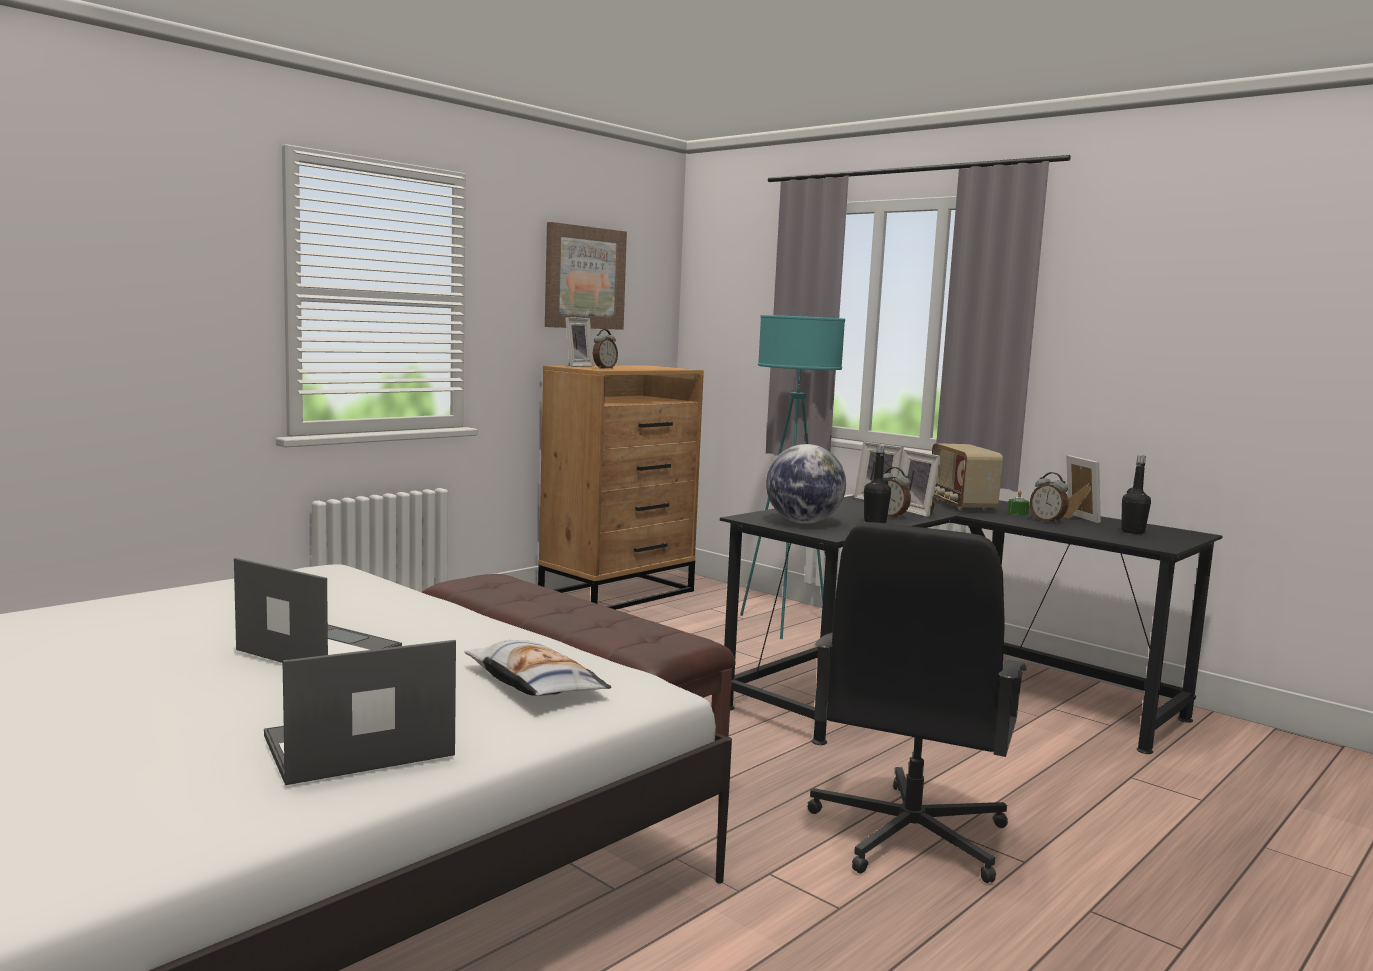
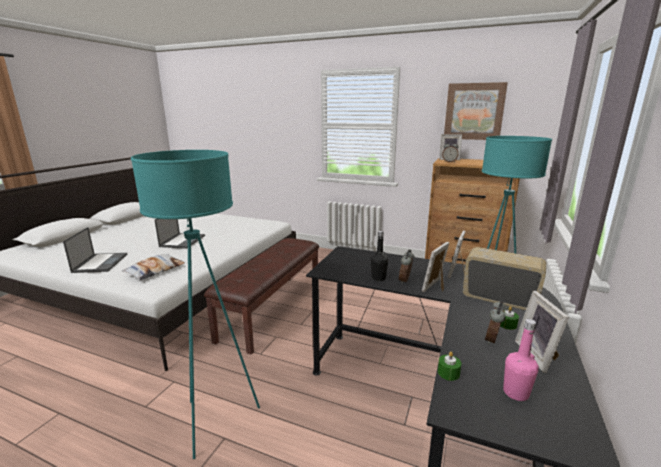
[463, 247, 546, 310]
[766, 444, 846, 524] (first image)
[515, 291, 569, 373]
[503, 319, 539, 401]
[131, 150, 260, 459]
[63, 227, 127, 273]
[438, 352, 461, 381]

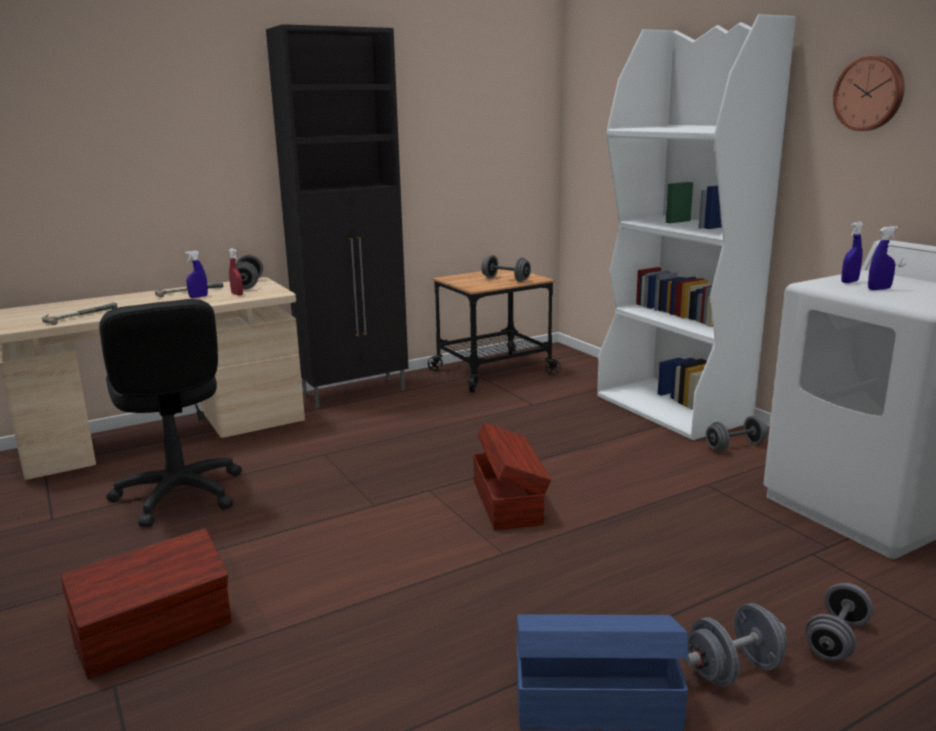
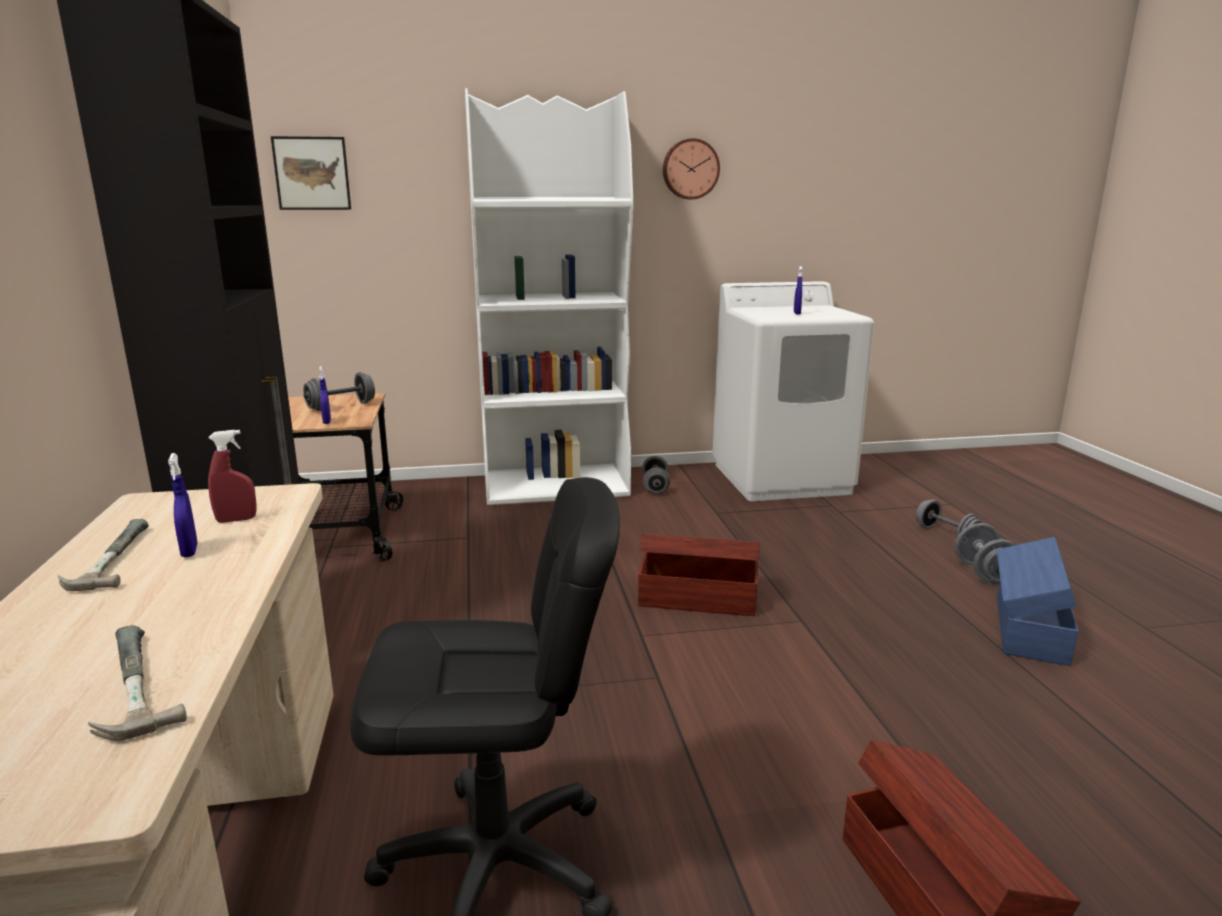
[319, 366, 331, 424]
[236, 255, 263, 289] (first image)
[271, 136, 351, 210]

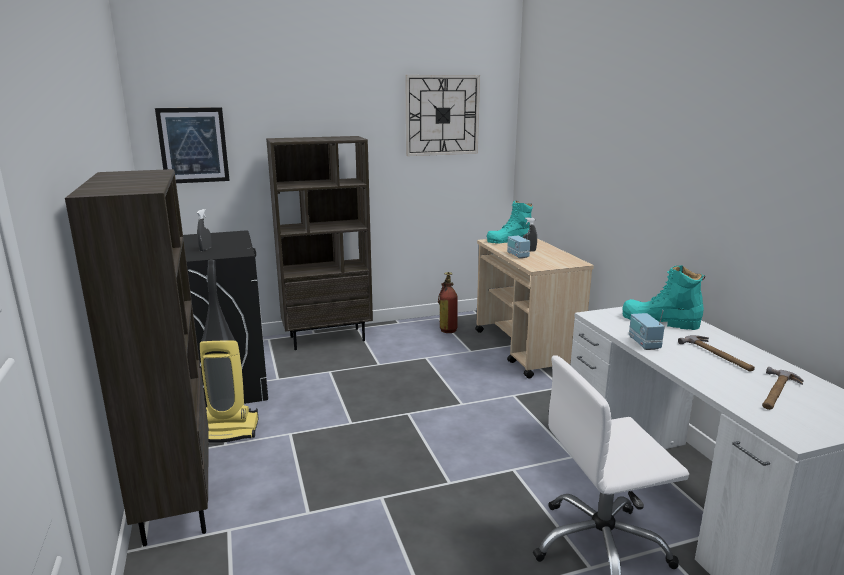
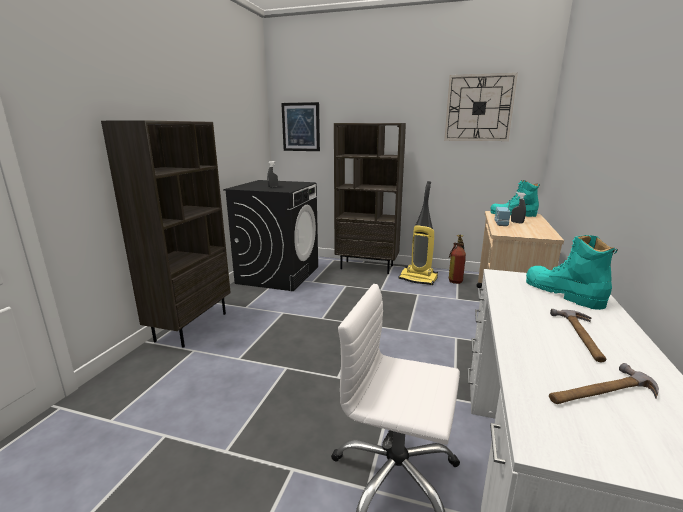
[398, 181, 438, 285]
[629, 310, 665, 350] (first image)

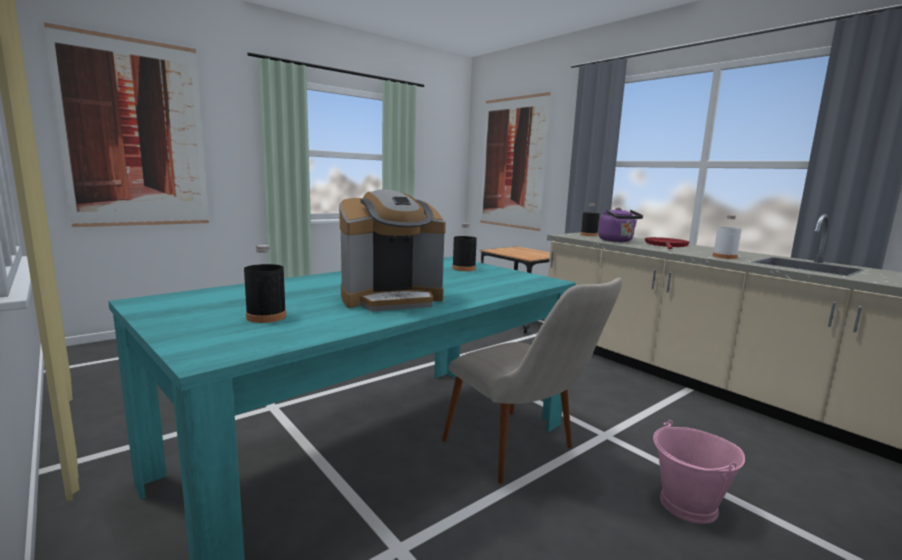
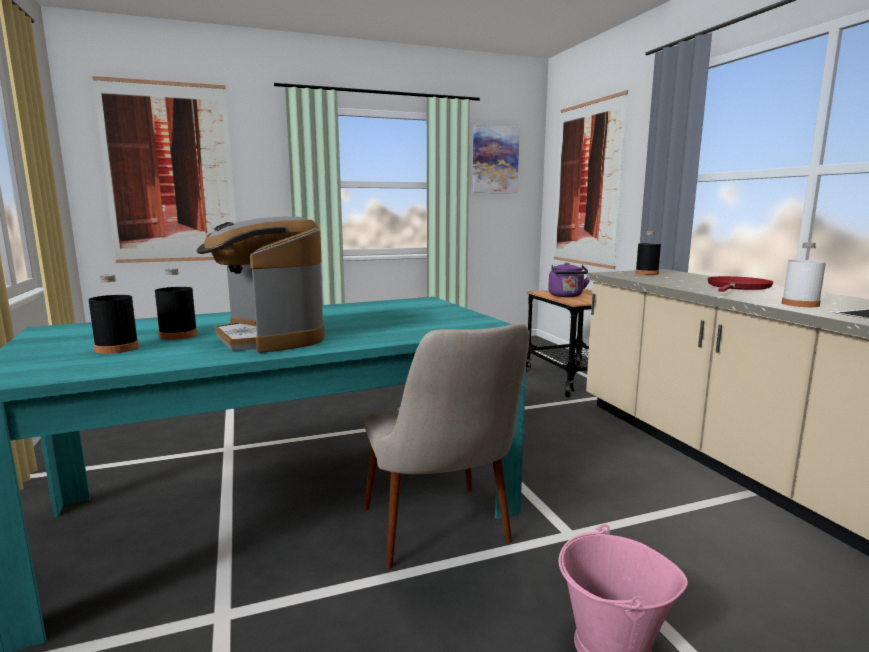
[196, 216, 325, 353]
[548, 262, 590, 297]
[155, 268, 198, 340]
[473, 125, 520, 193]

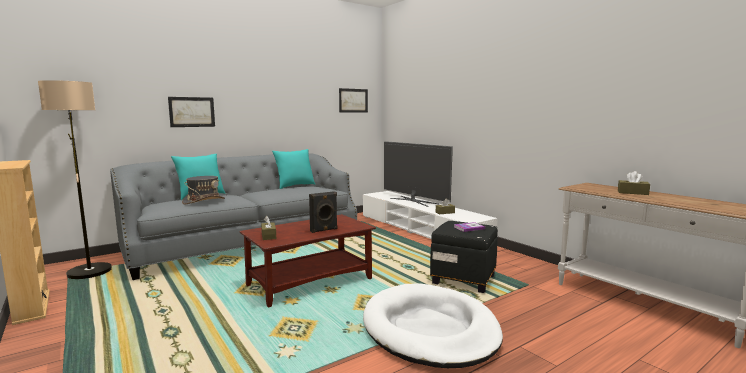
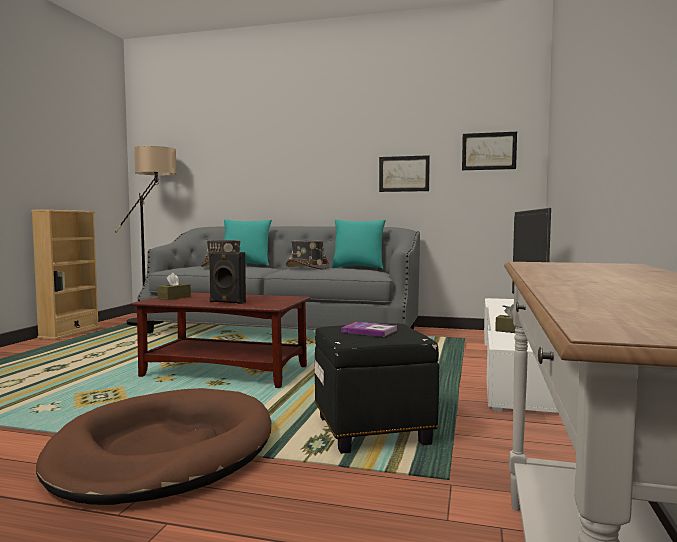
[379, 155, 430, 192]
[618, 171, 650, 195] (first image)
[36, 388, 271, 505]
[286, 240, 329, 269]

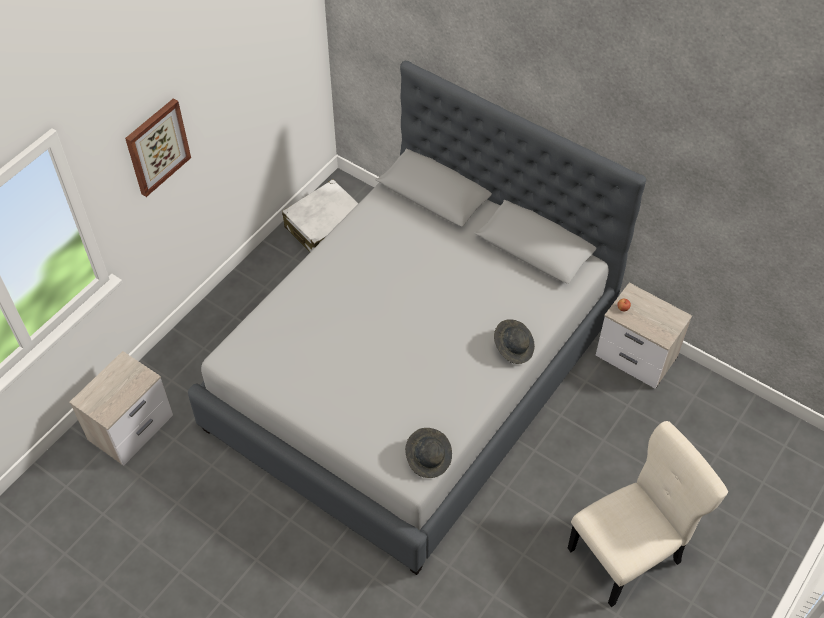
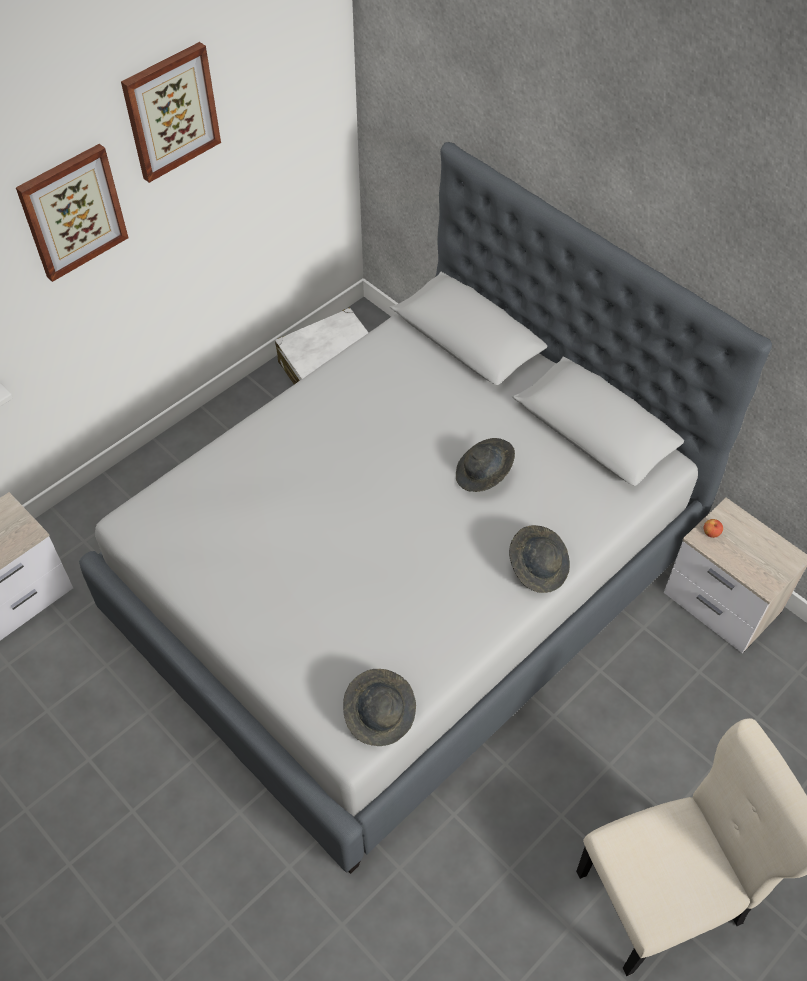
[121, 42, 221, 183]
[456, 438, 515, 492]

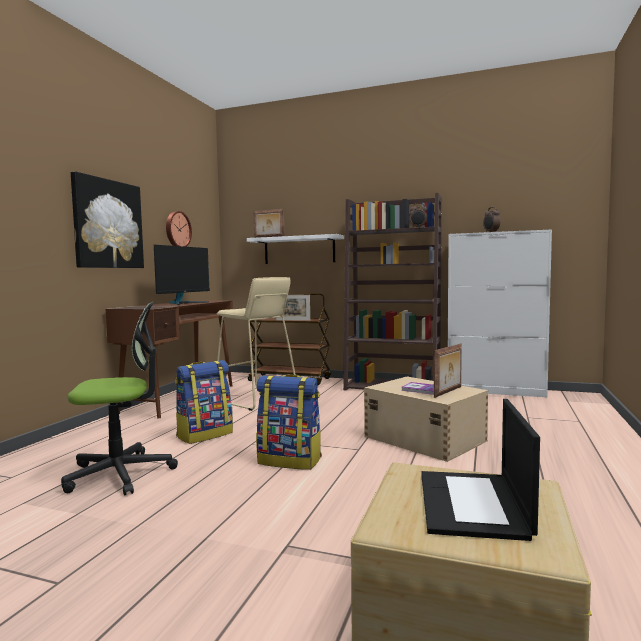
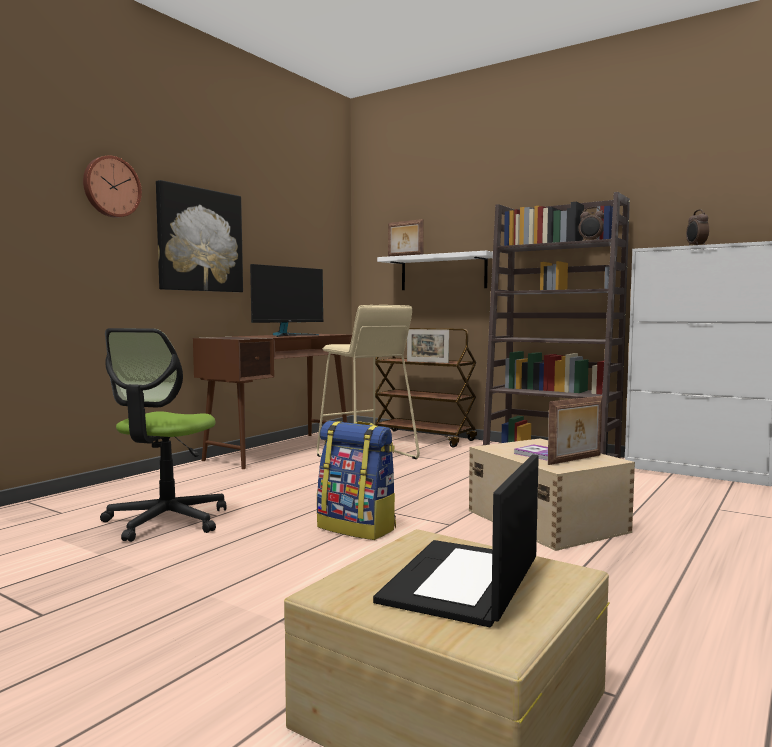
[83, 156, 142, 218]
[100, 328, 227, 542]
[175, 360, 233, 444] (first image)

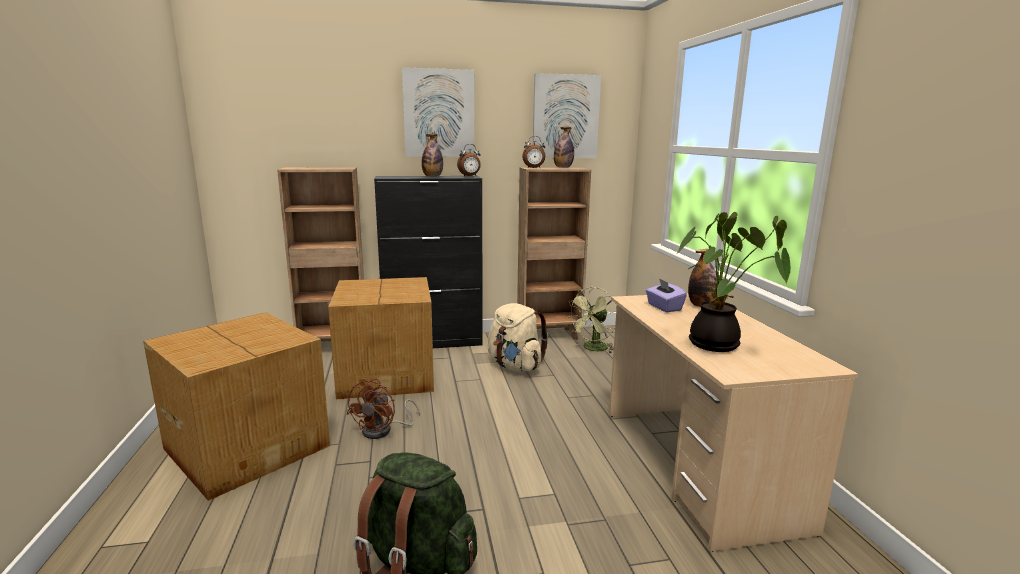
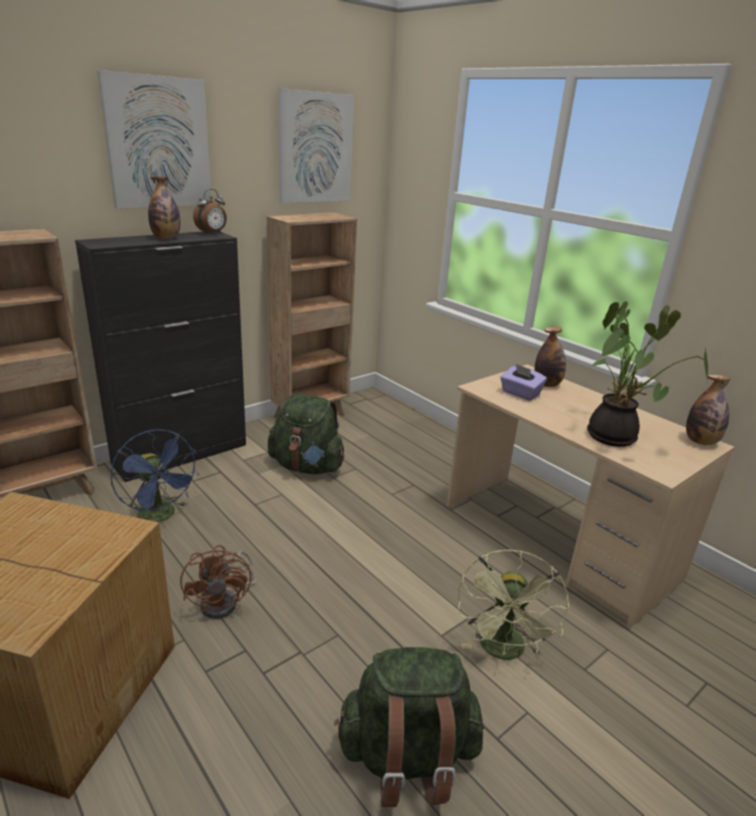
[686, 375, 730, 445]
[522, 136, 545, 168] (first image)
[110, 429, 200, 522]
[458, 550, 569, 660]
[268, 393, 345, 475]

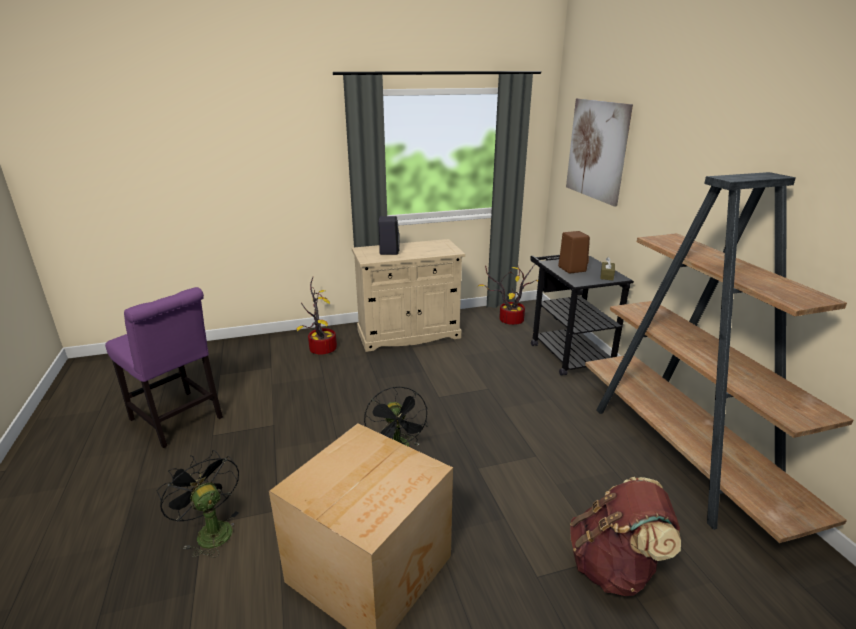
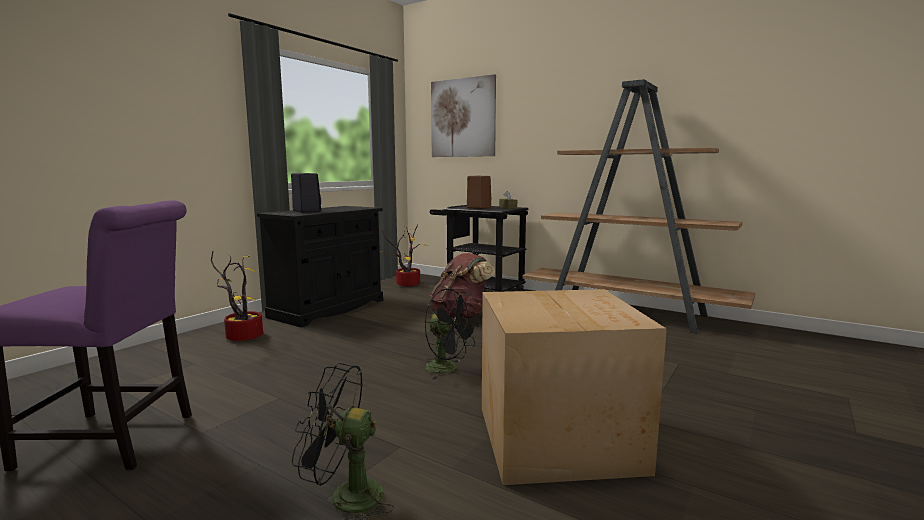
[257, 206, 383, 327]
[430, 253, 495, 319]

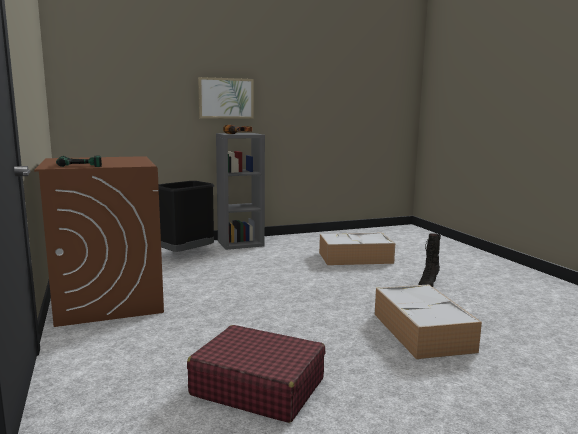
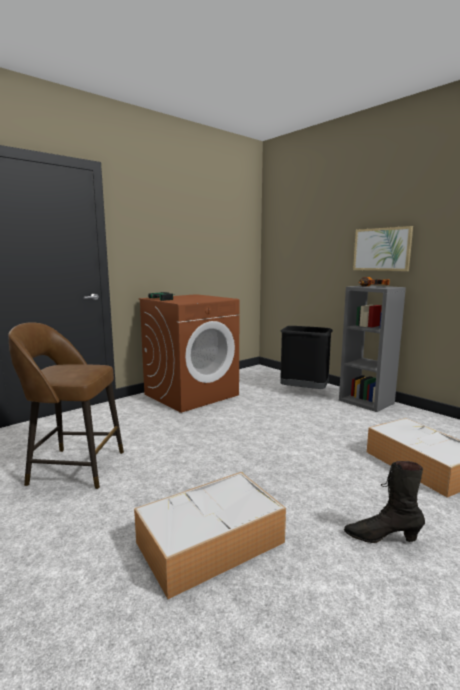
[8, 322, 124, 489]

